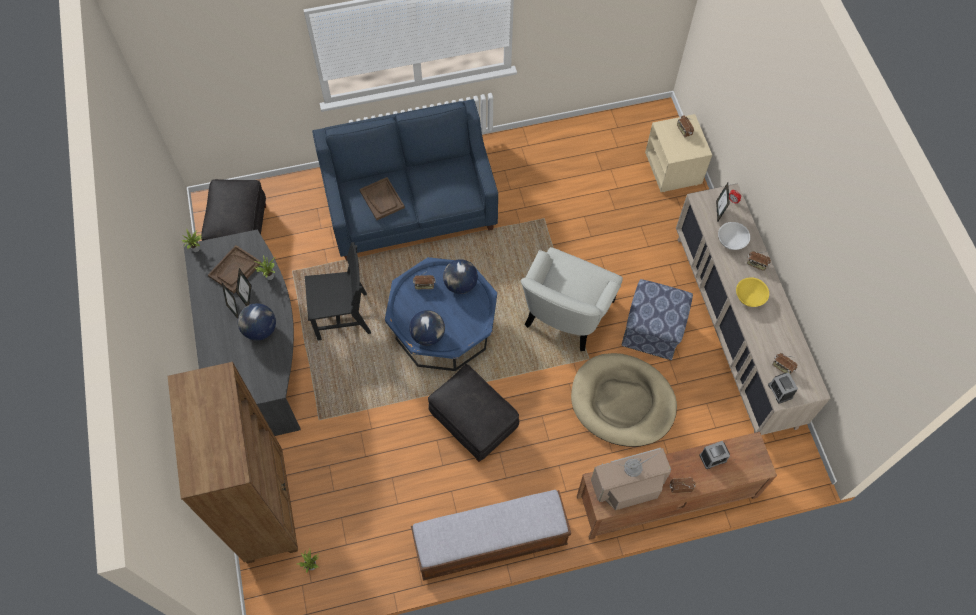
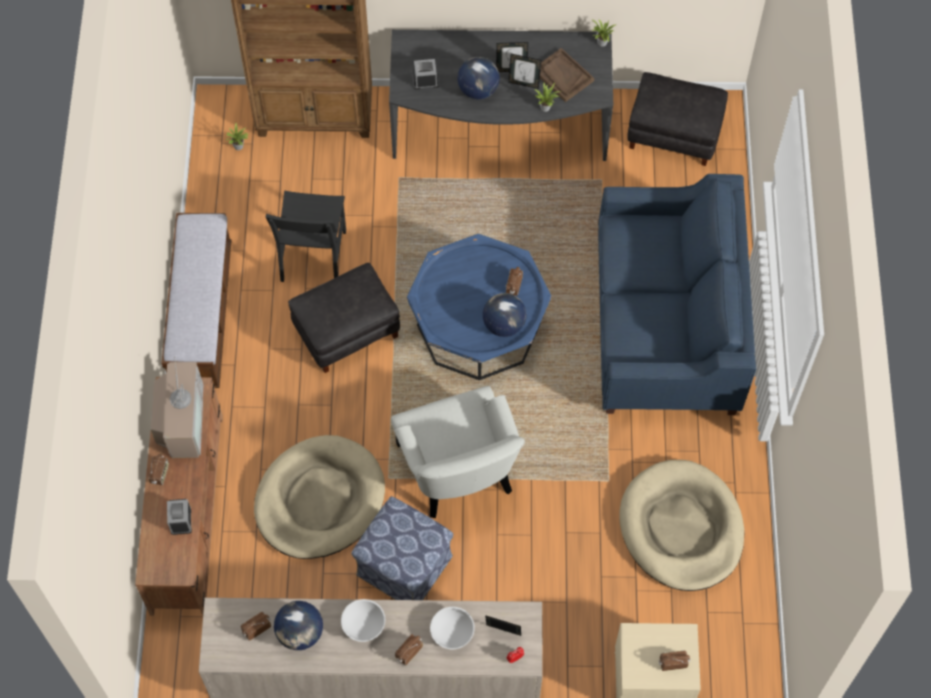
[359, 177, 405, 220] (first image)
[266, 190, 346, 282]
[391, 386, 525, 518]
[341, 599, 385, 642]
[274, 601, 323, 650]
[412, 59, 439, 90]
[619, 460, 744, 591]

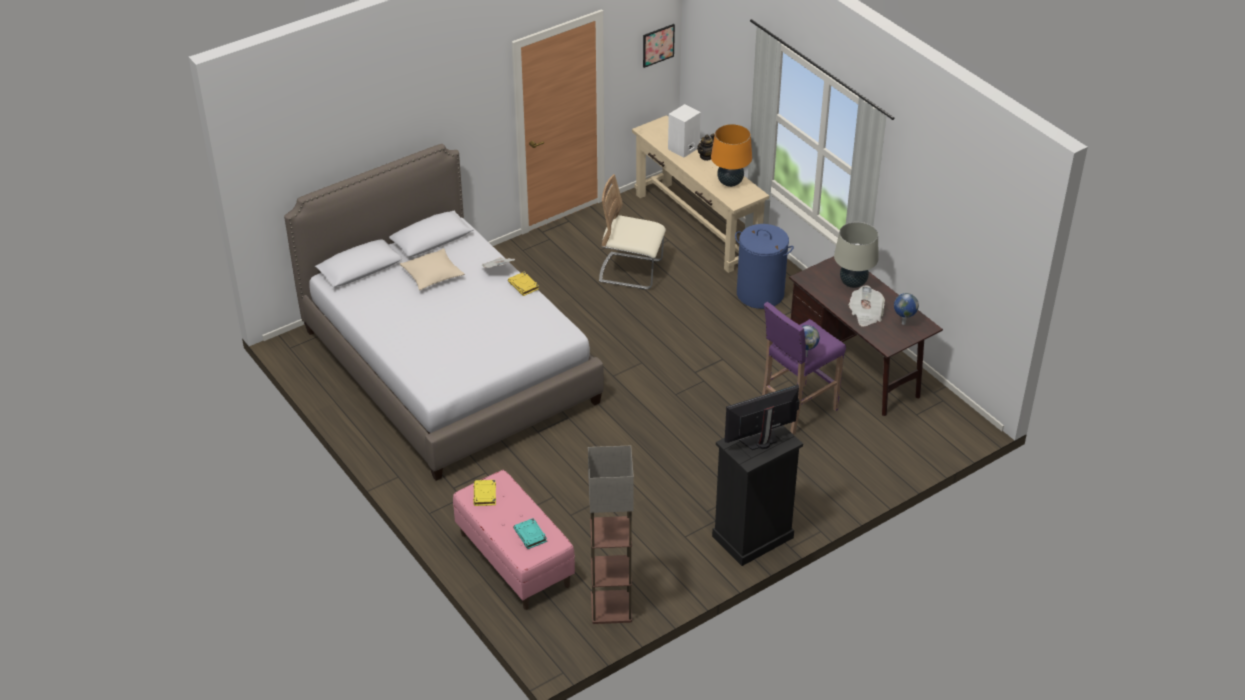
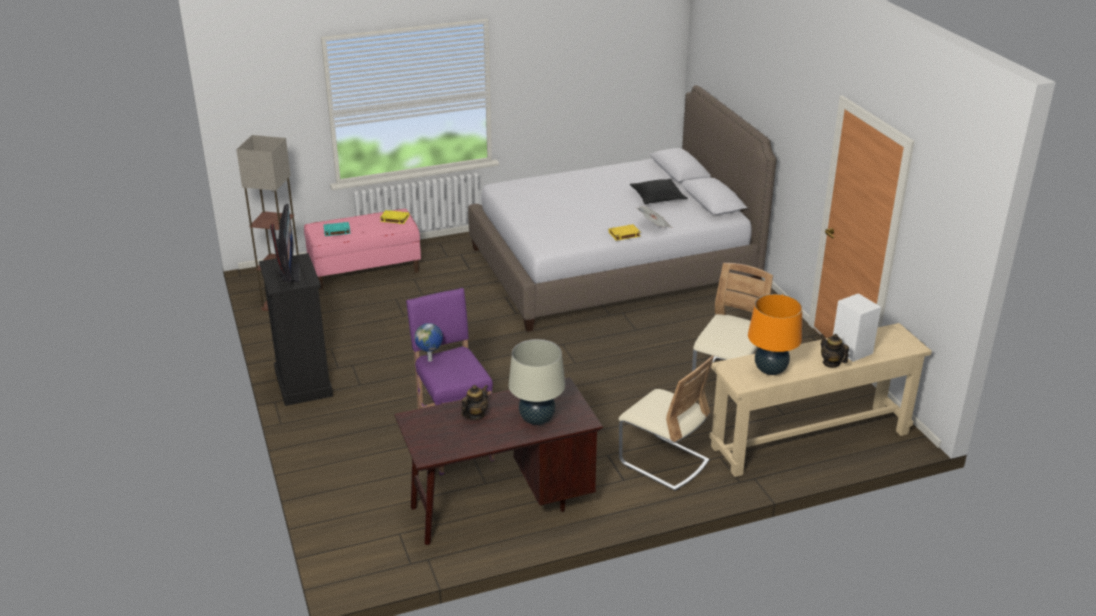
[643, 24, 675, 68] (first image)
[619, 356, 714, 491]
[630, 179, 687, 205]
[461, 385, 488, 420]
[894, 293, 919, 325] (first image)

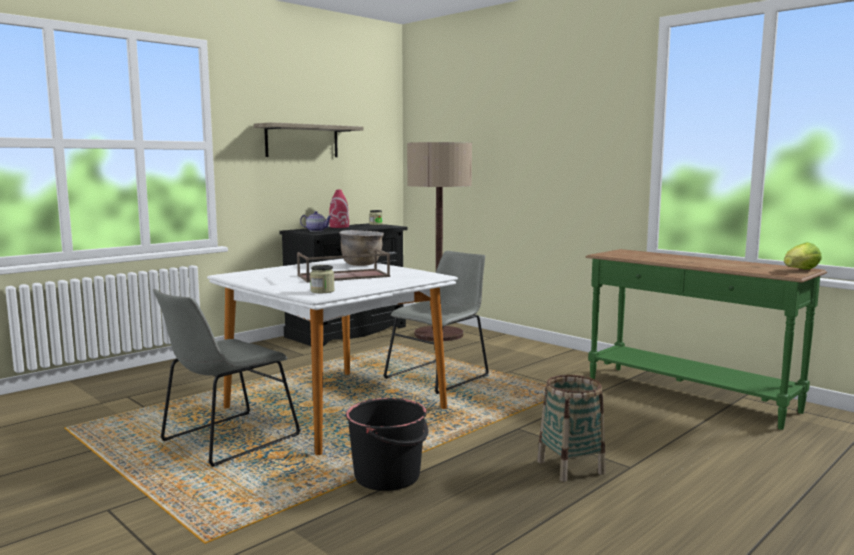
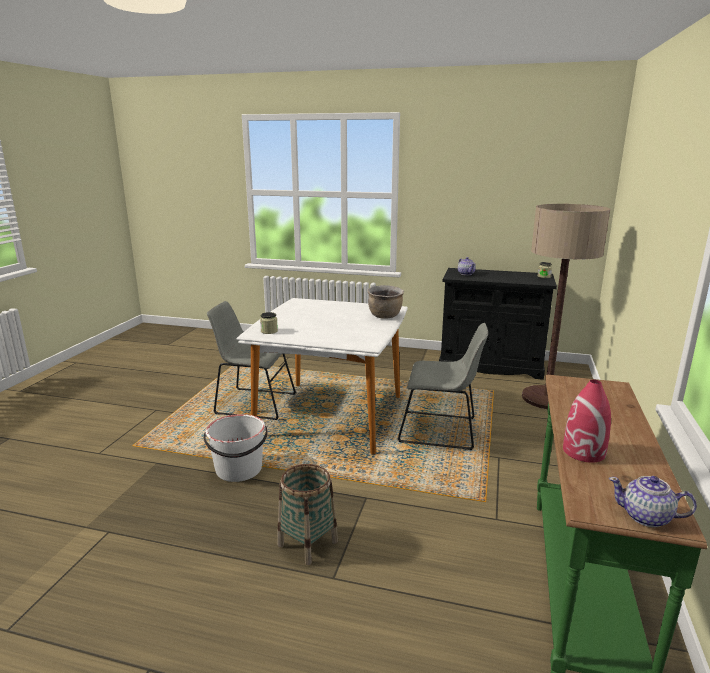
[254, 122, 364, 157] (first image)
[563, 379, 611, 463]
[609, 476, 697, 527]
[297, 248, 390, 283] (first image)
[204, 414, 268, 482]

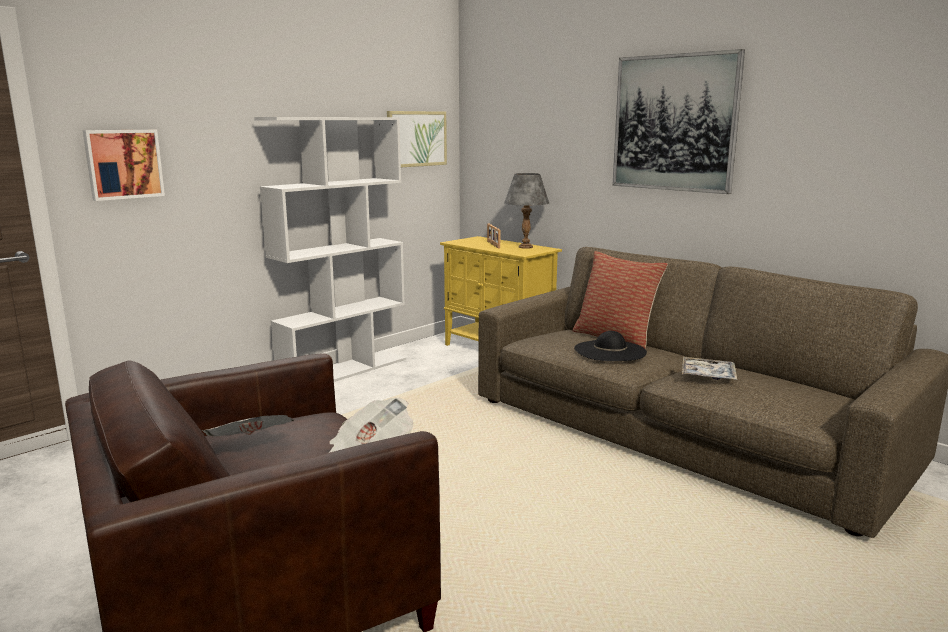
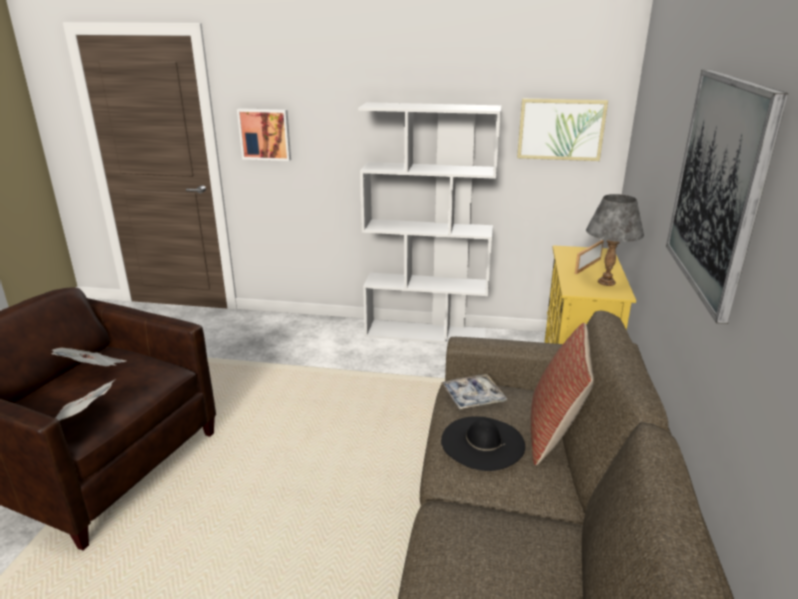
[441, 374, 507, 409]

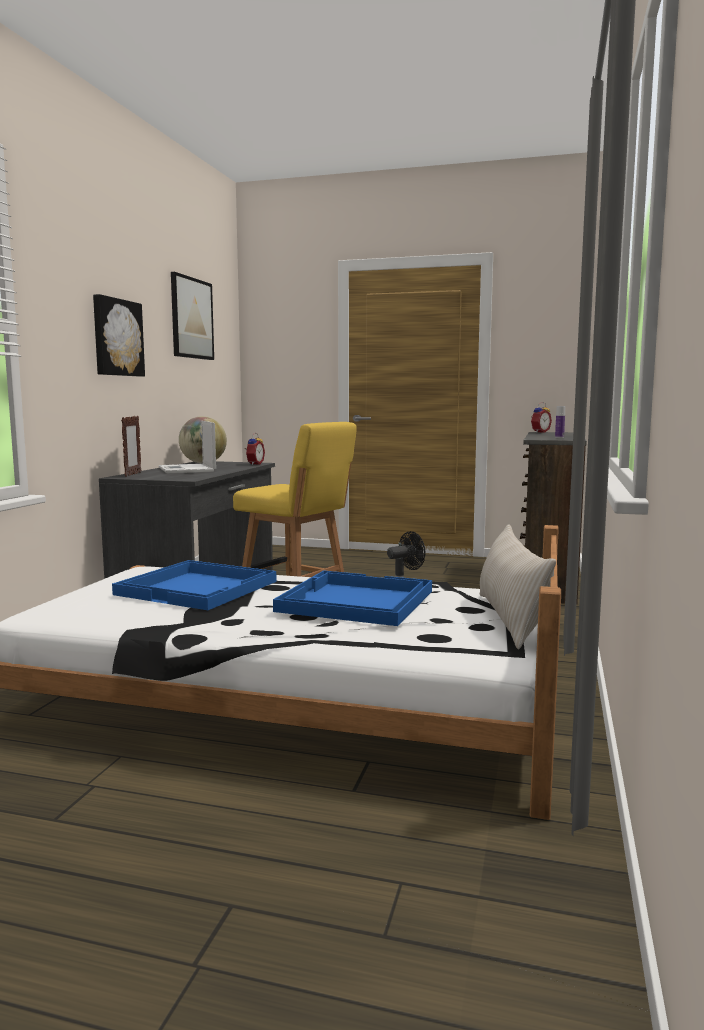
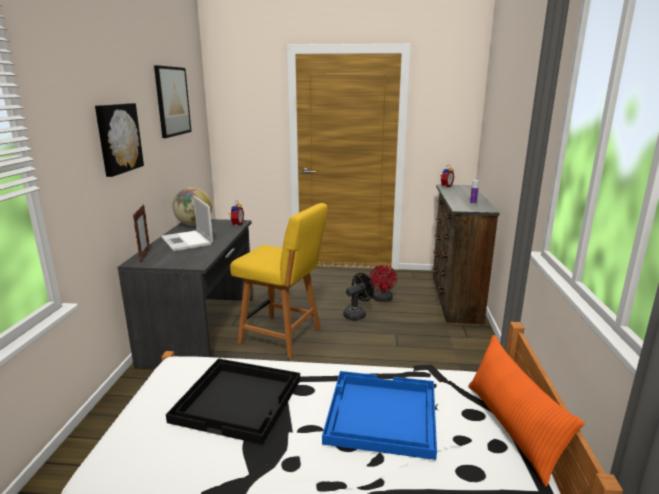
[468, 335, 585, 487]
[166, 358, 300, 445]
[369, 265, 397, 302]

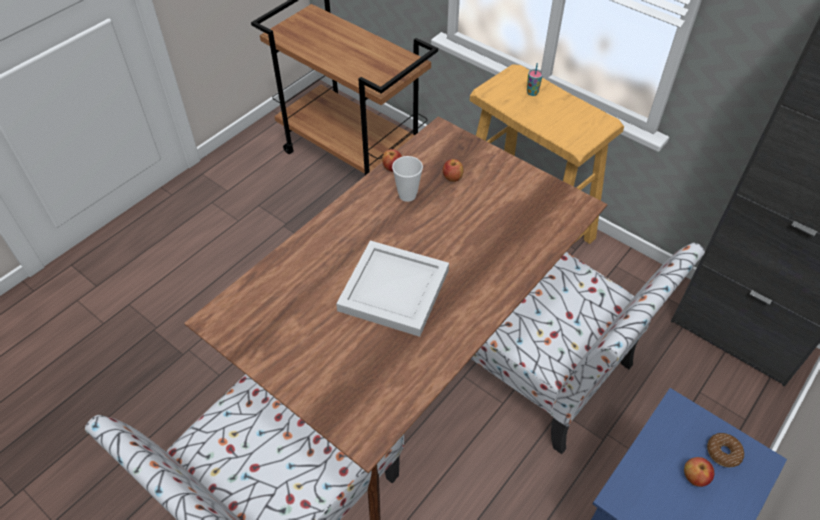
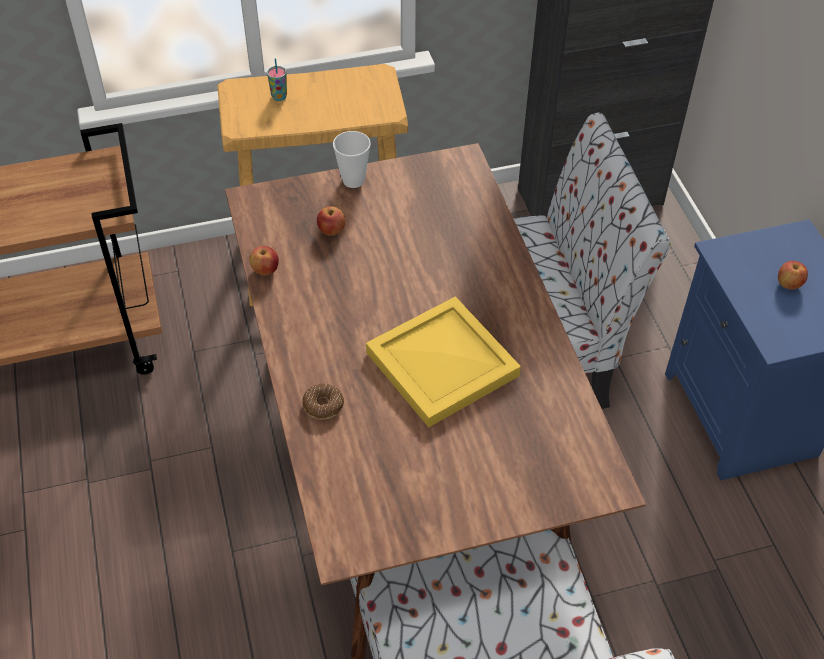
[333, 131, 371, 188]
[366, 296, 521, 427]
[302, 384, 344, 420]

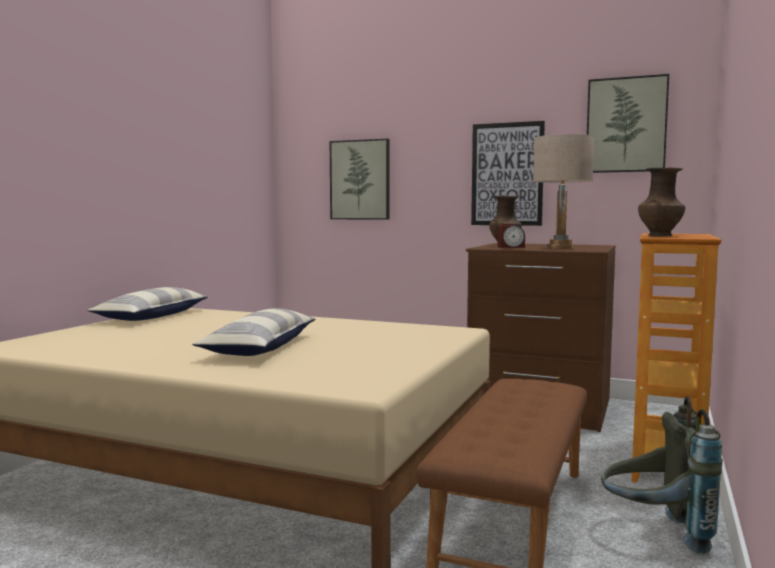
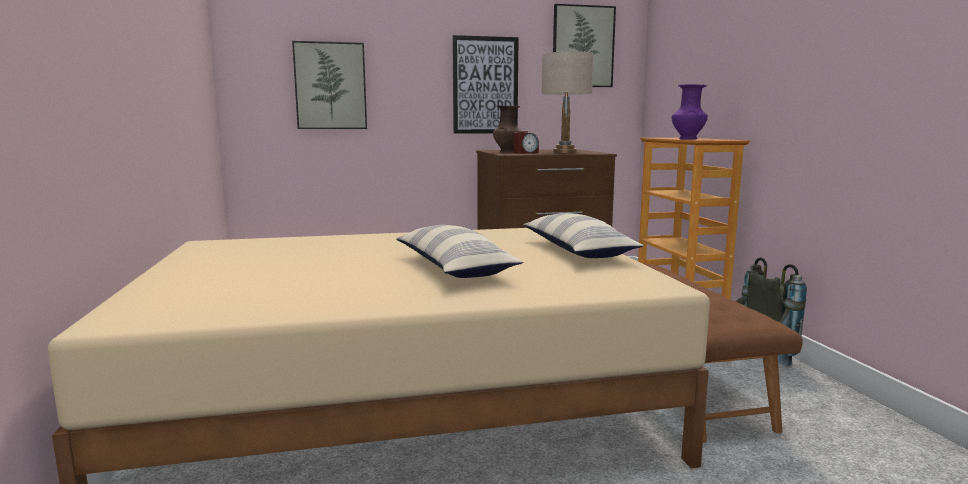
[671, 84, 708, 140]
[523, 213, 643, 258]

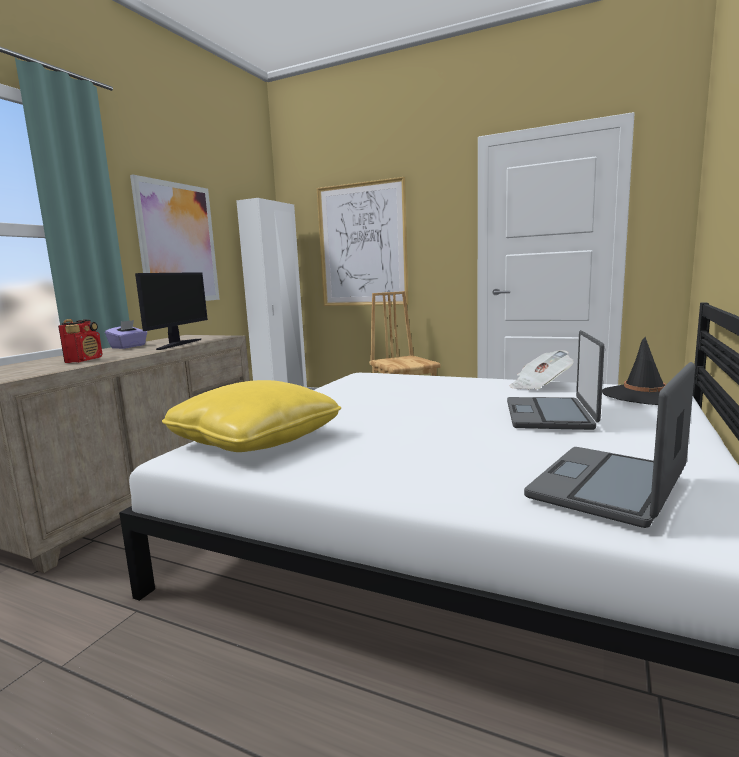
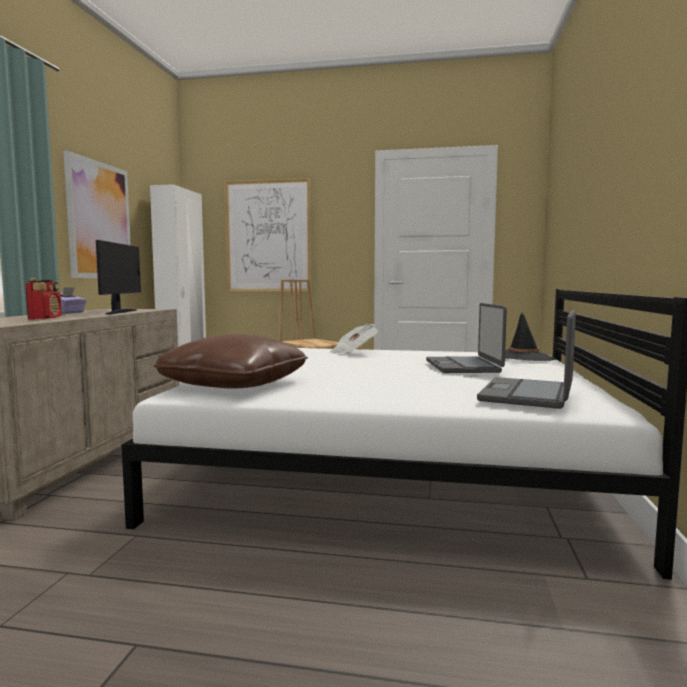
[329, 324, 378, 354]
[153, 334, 308, 388]

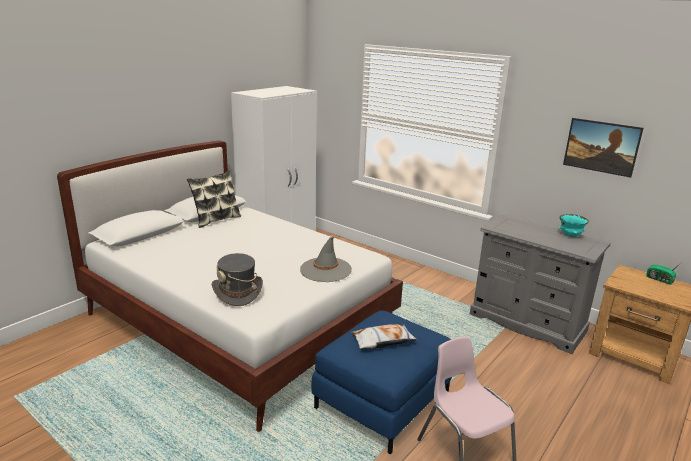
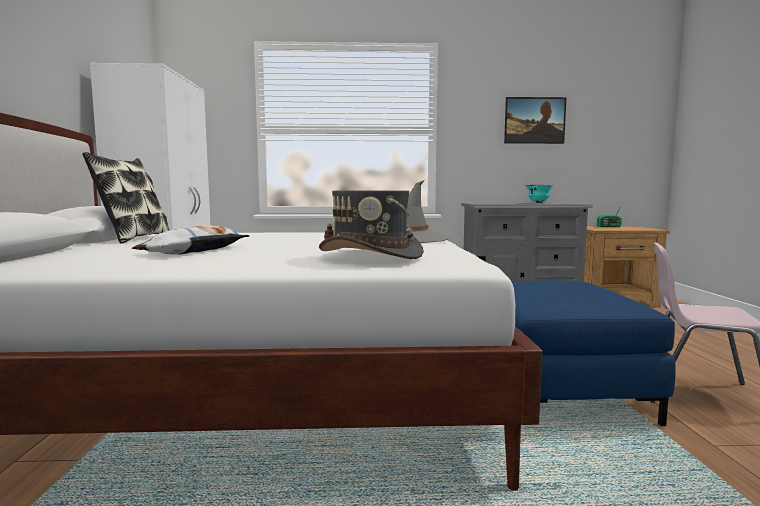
[132, 225, 250, 255]

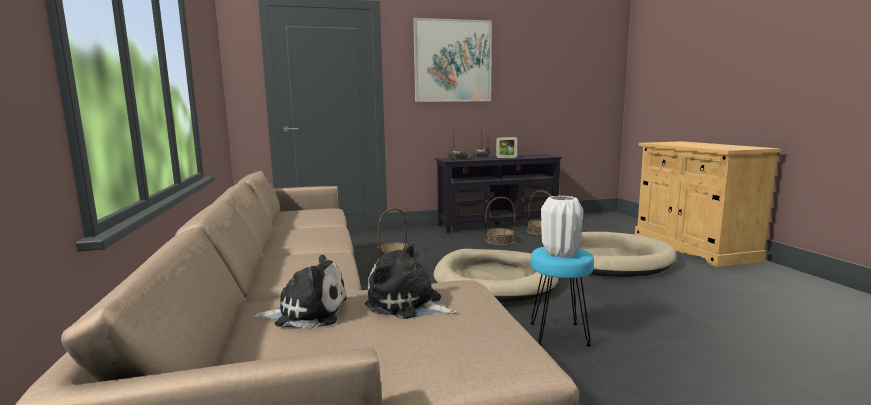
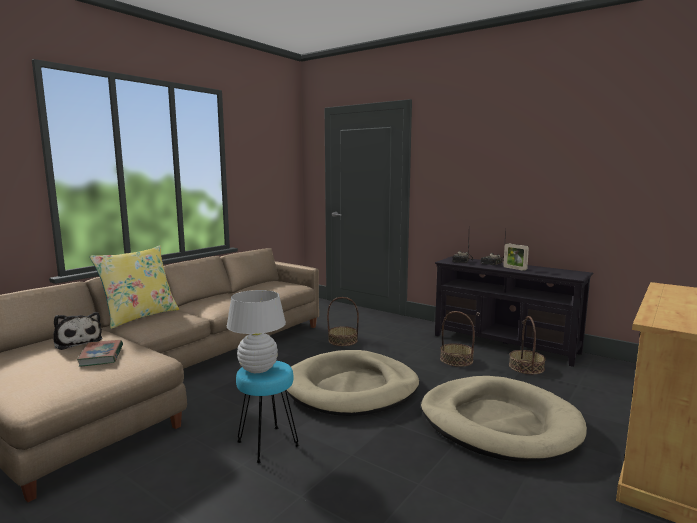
[413, 18, 492, 102] (first image)
[227, 290, 286, 373]
[77, 340, 123, 367]
[90, 245, 179, 329]

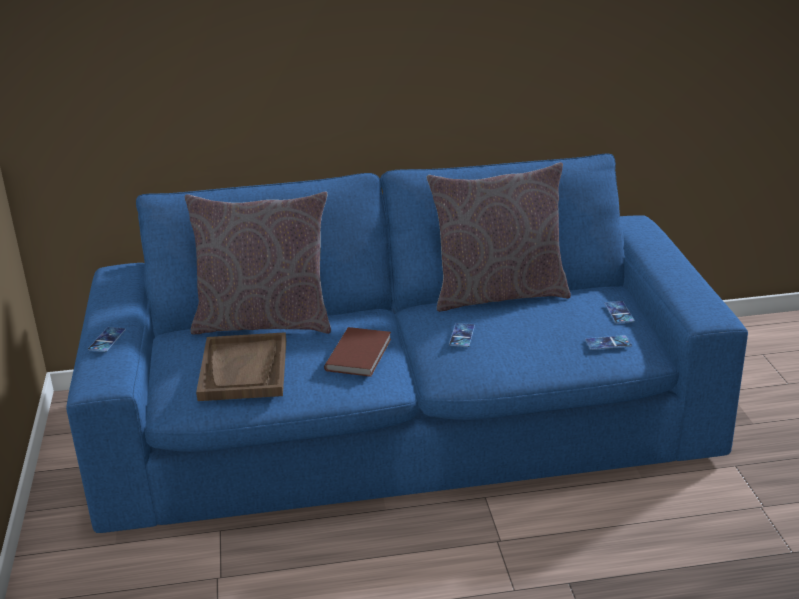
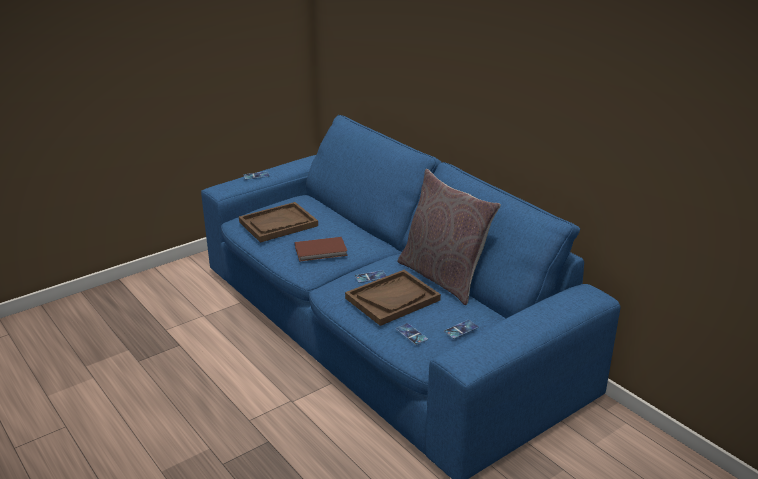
[184, 192, 331, 334] (first image)
[345, 270, 441, 326]

